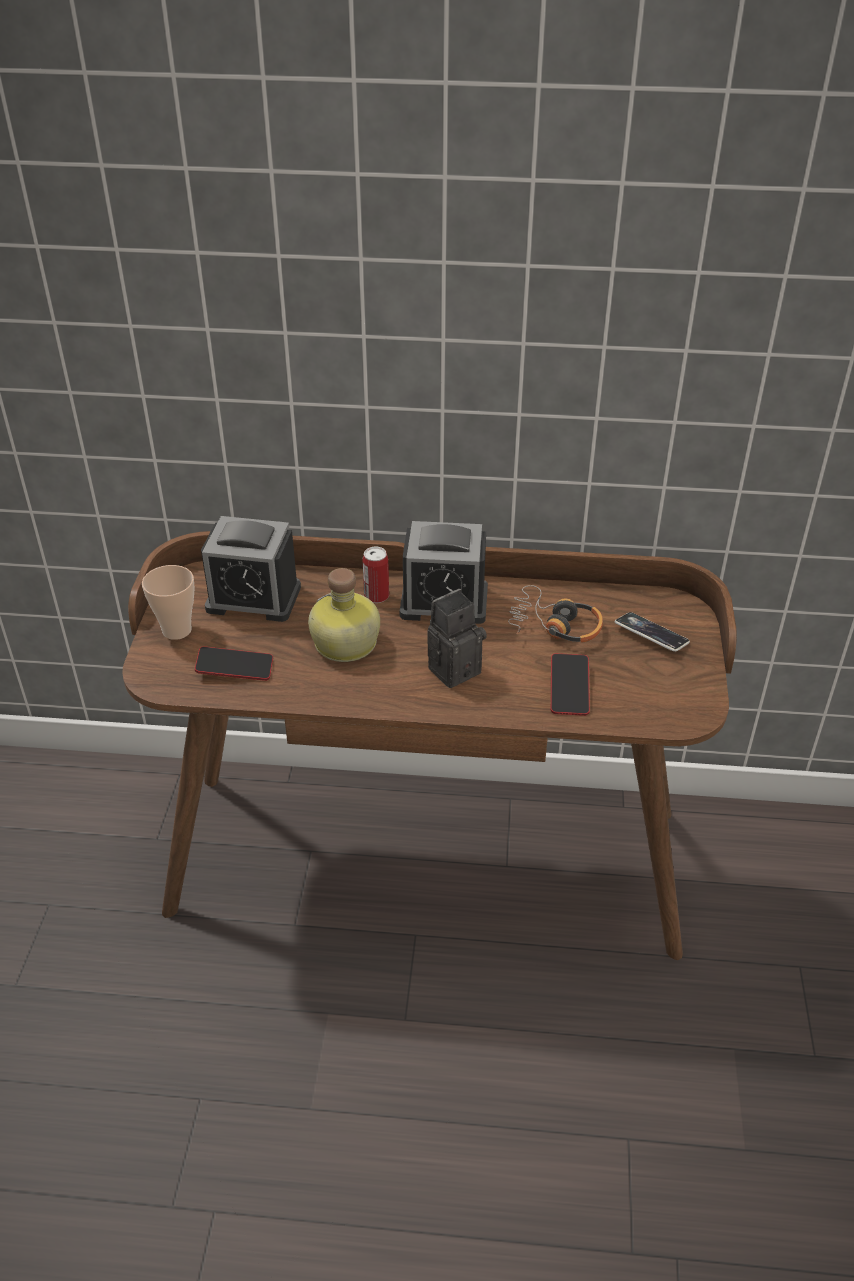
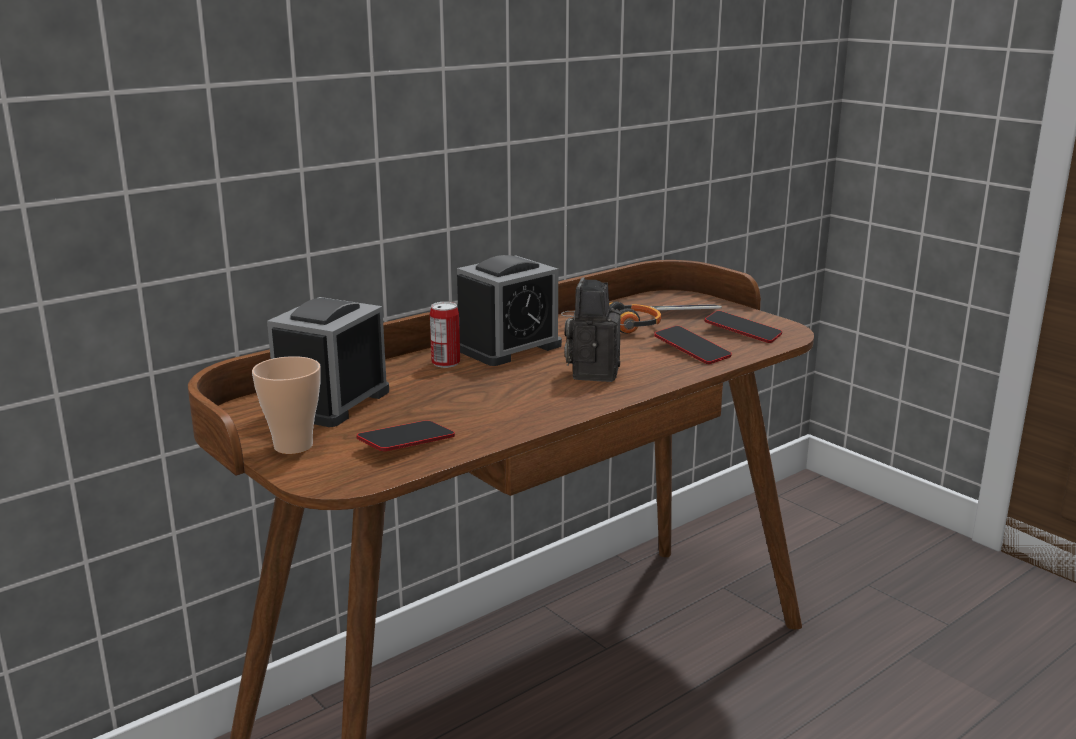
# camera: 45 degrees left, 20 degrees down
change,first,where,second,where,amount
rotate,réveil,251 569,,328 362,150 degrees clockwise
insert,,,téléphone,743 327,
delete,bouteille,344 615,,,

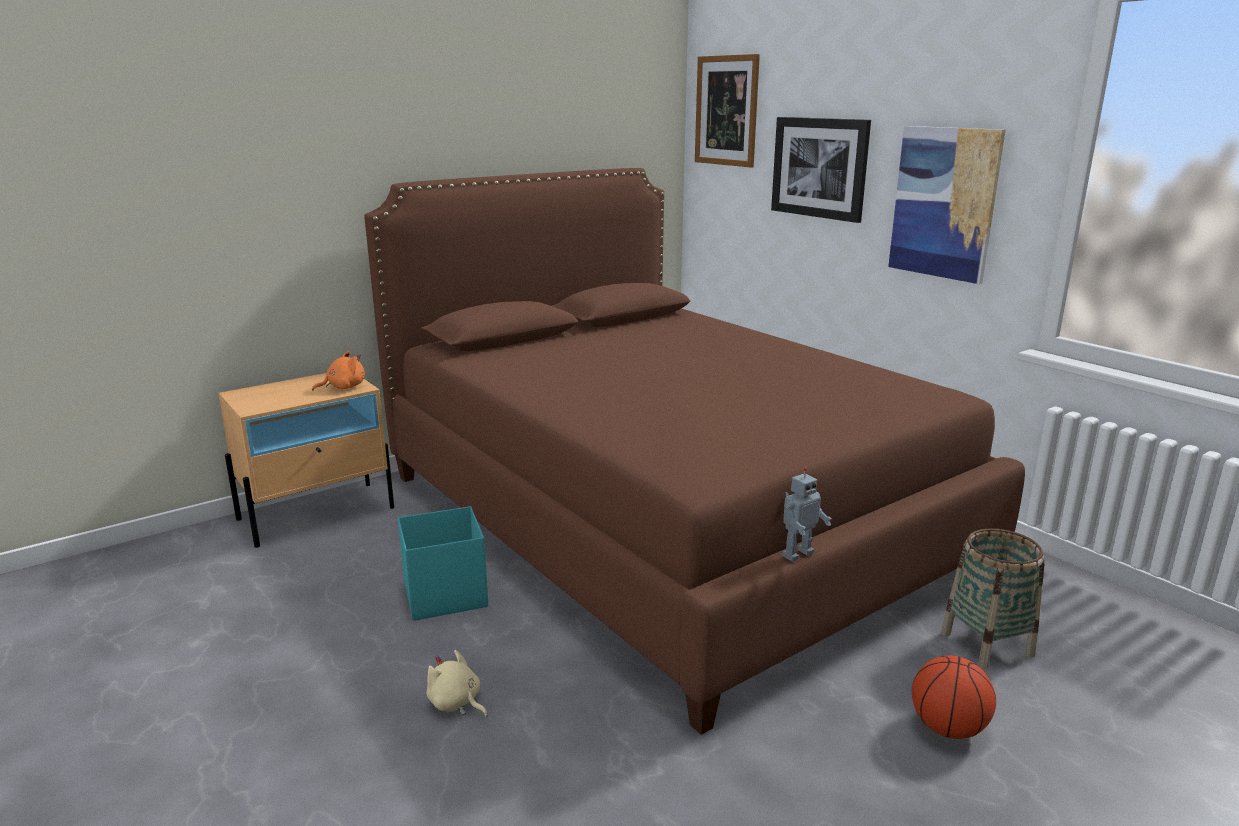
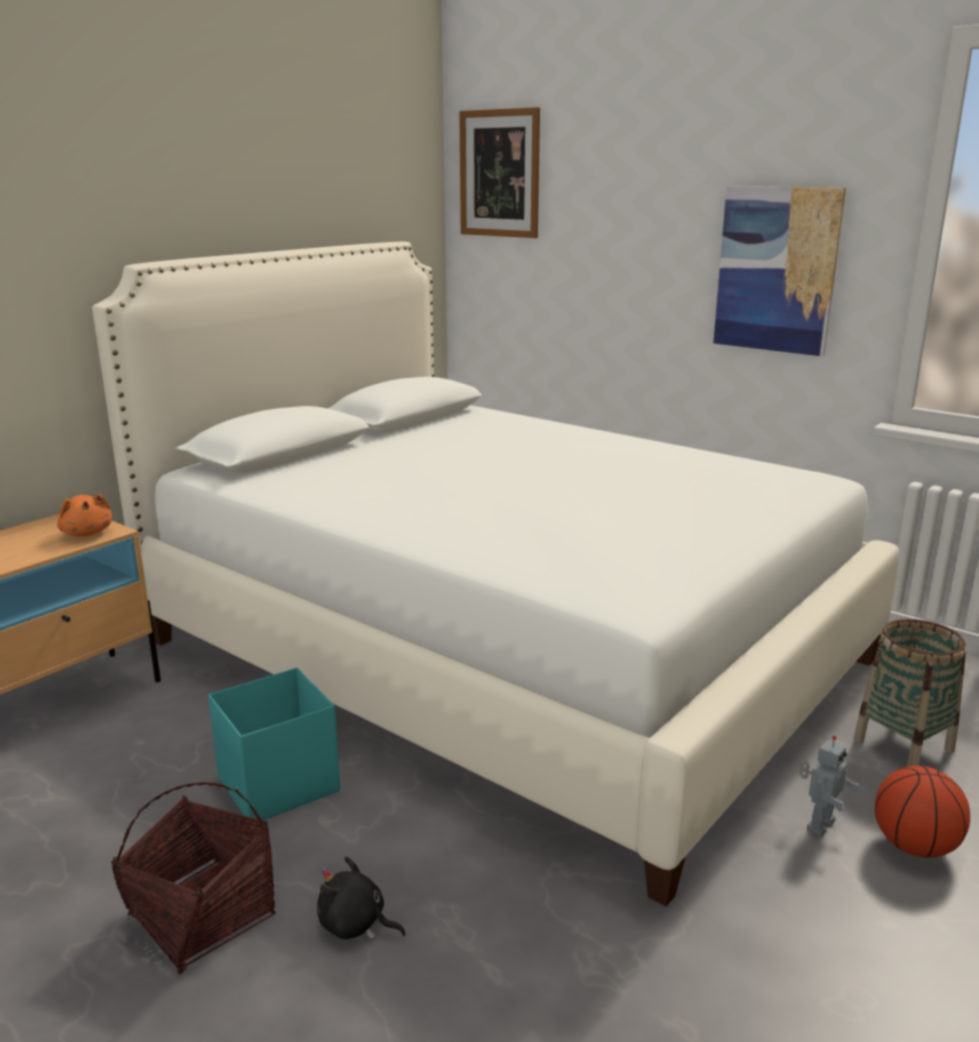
# camera: 15 degrees left, 0 degrees up
change,first,where,second,where,amount
rotate,peluche (orange),338 371,,84 515,105 degrees clockwise
recolor,lit (marron),694 451,lit (blanc),495 574,
insert,,,panier,193 878,
recolor,peluche (beige),456 683,peluche (noir),361 898,
move,robot jouet,807 514,,830 786,
delete,tableau,821 170,,,

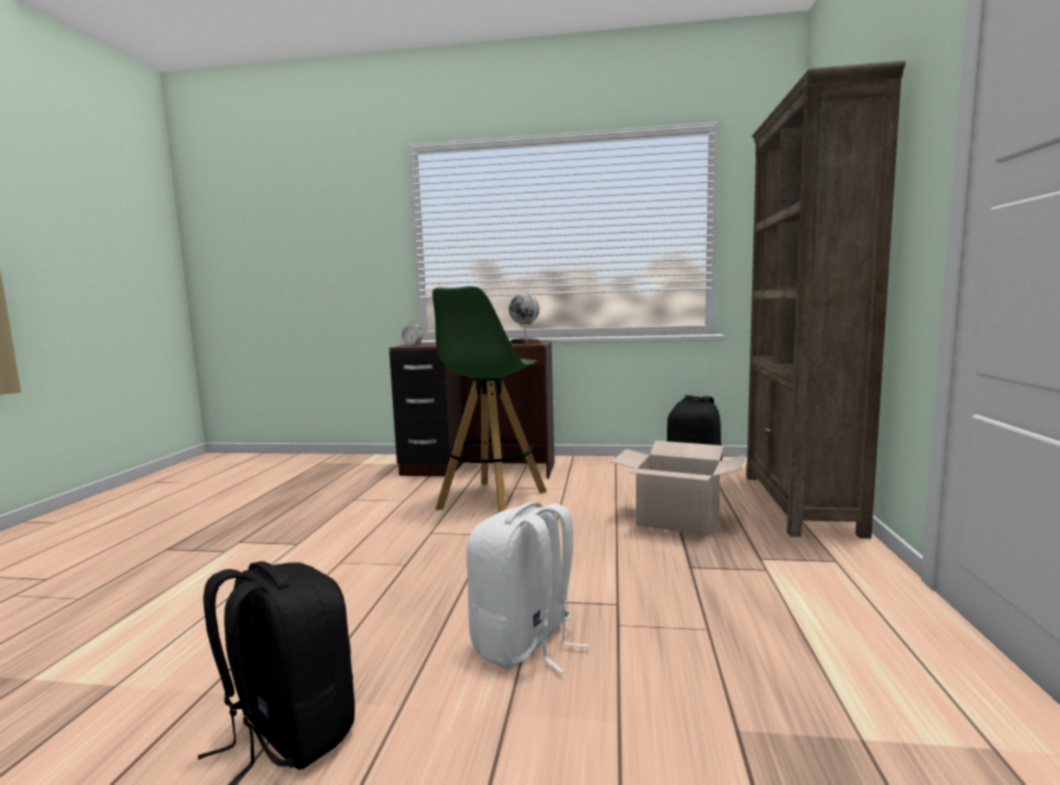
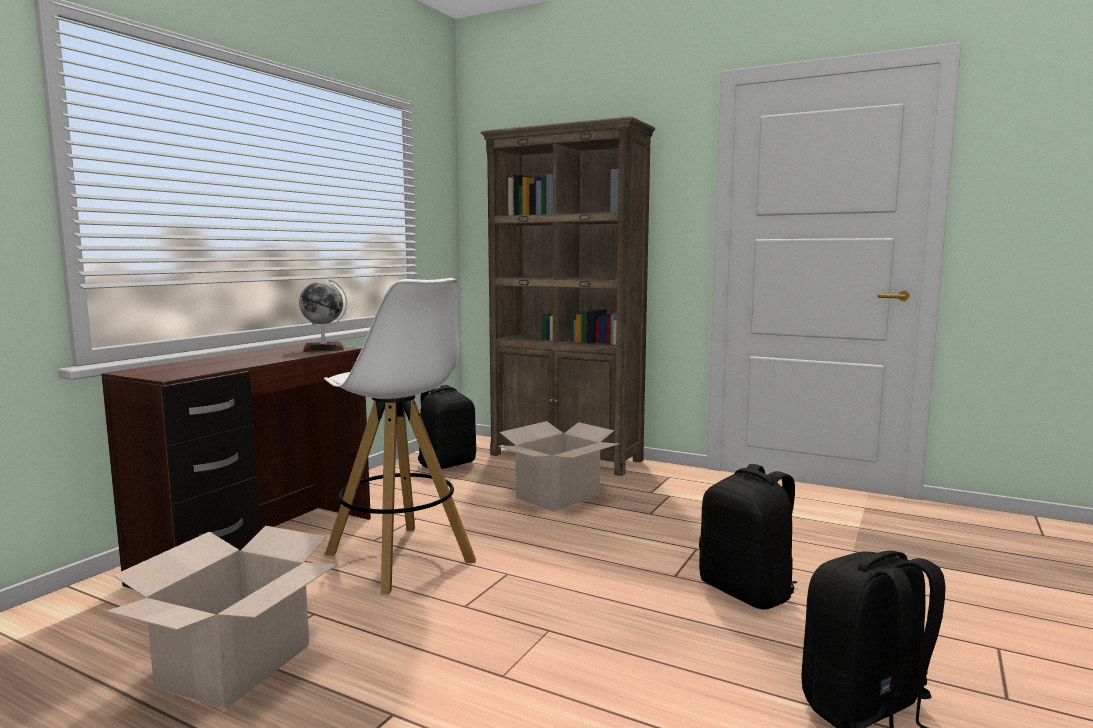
# camera: 70 degrees left, 0 degrees up
change,first,where,second,where,amount
insert,,,carton,222 617,
recolor,tabouret (vert),489 399,tabouret (blanc),400 436,
recolor,sac à dos (blanc),528 588,sac à dos (noir),748 536,
delete,réveil,412 333,,,

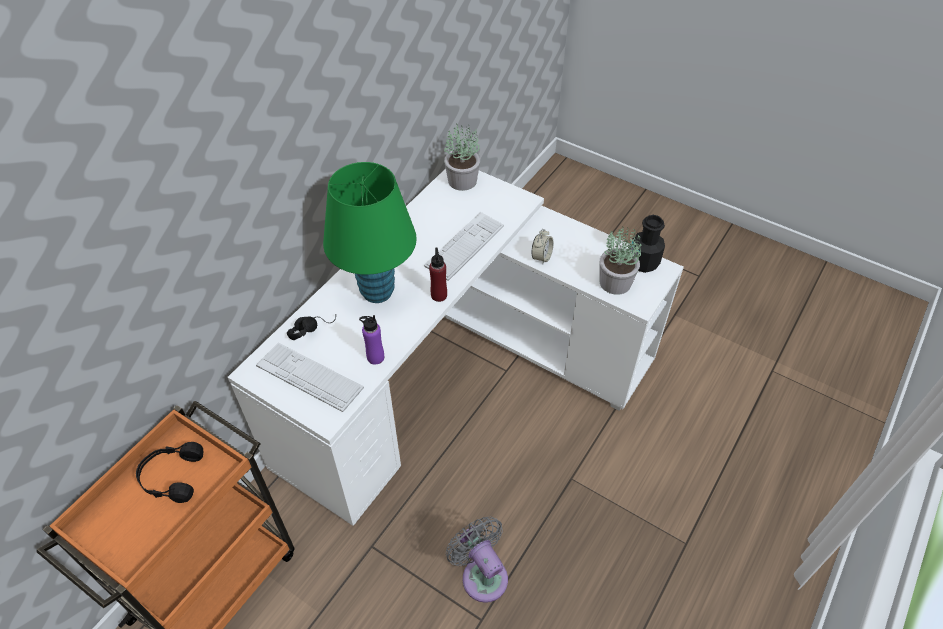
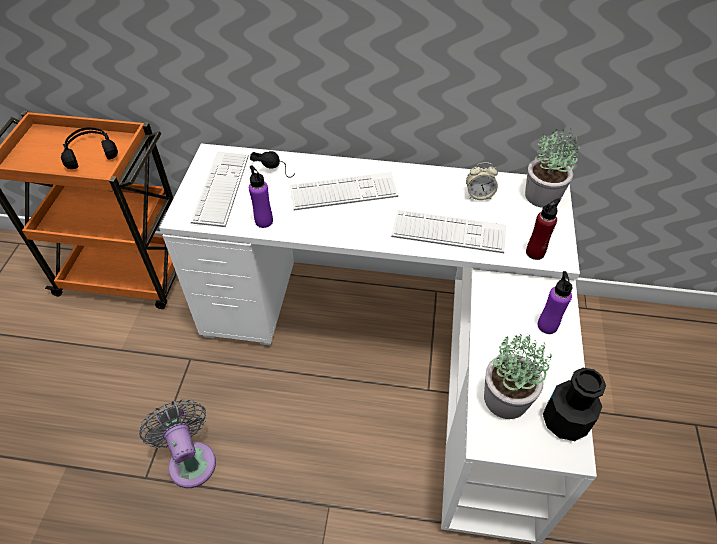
# camera: 65 degrees right, 0 degrees up
change,first,where,second,where,amount
rotate,ventilateur (gris),477 559,,177 443,60 degrees counterclockwise
replace,lampe de table (vert),370 232,clavier,344 191,
move,réveil,542 246,,482 181,
move,bouteille (rouge),438 275,,543 229,
insert,,,bouteille (violet),555 302,

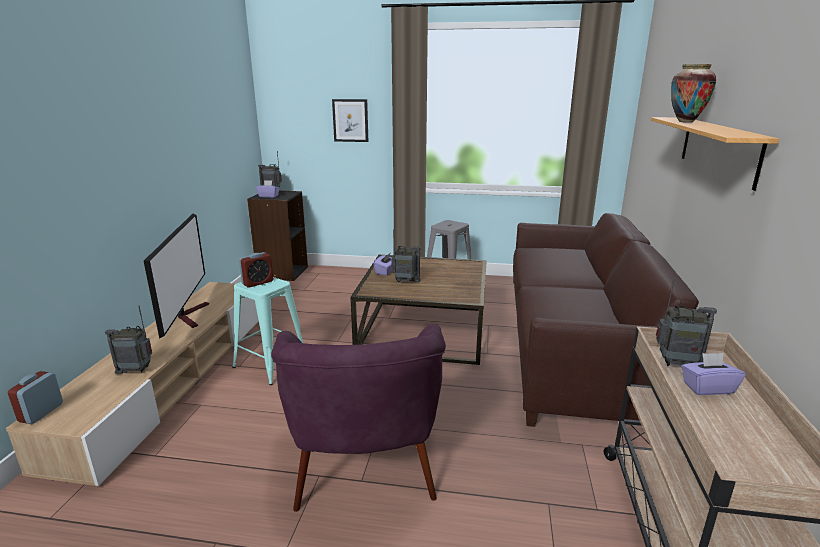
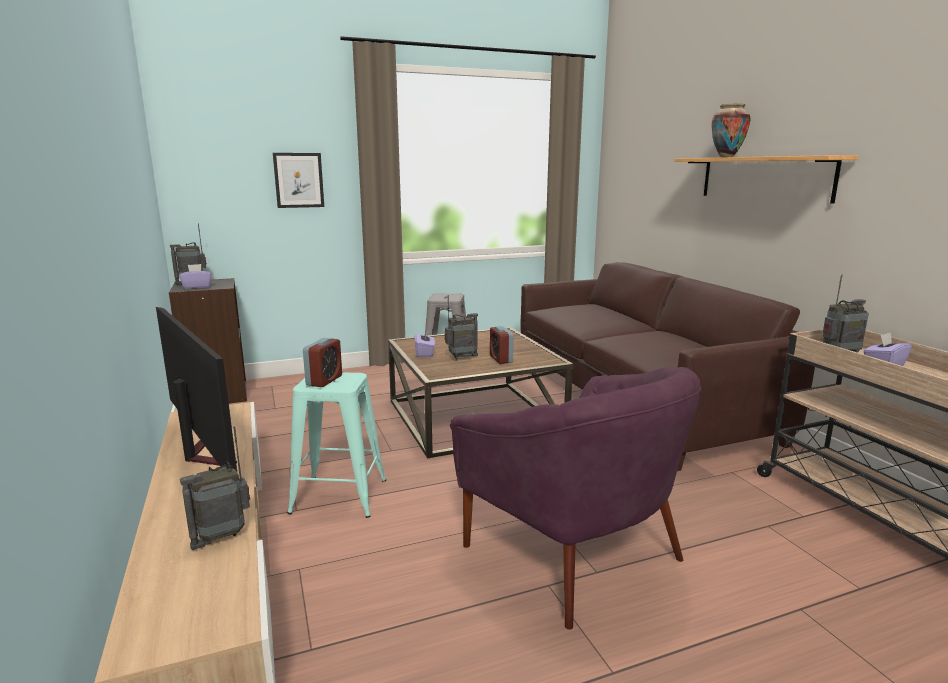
# camera: 30 degrees left, 5 degrees down
change,first,where,second,where,amount
move,réveil,35 397,,502 345,

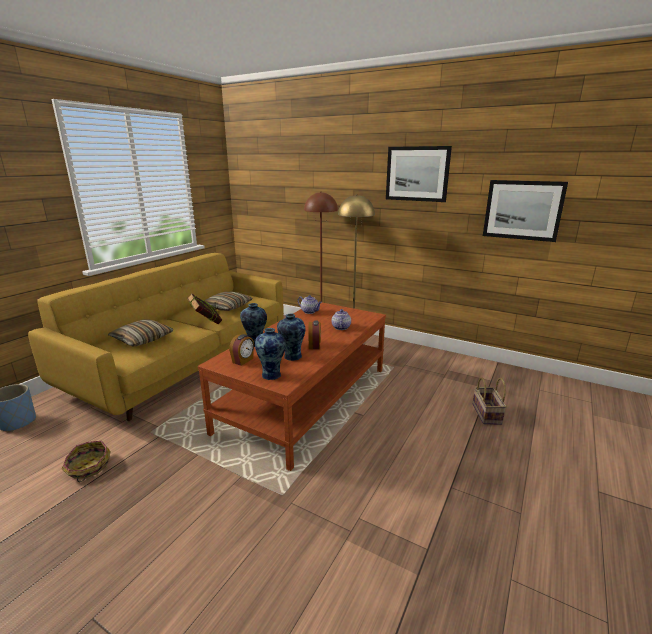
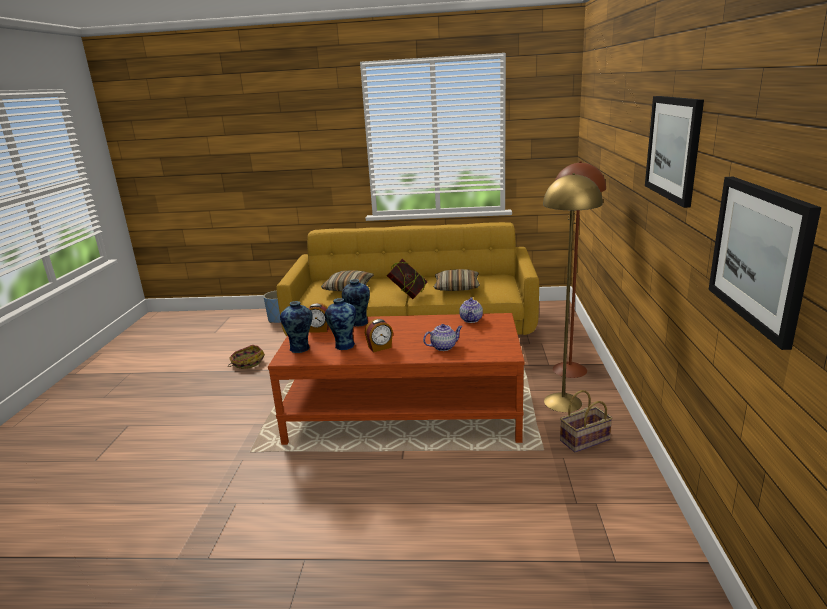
# camera: 65 degrees right, 0 degrees up
change,first,where,second,where,amount
move,panier,490 401,,586 421,

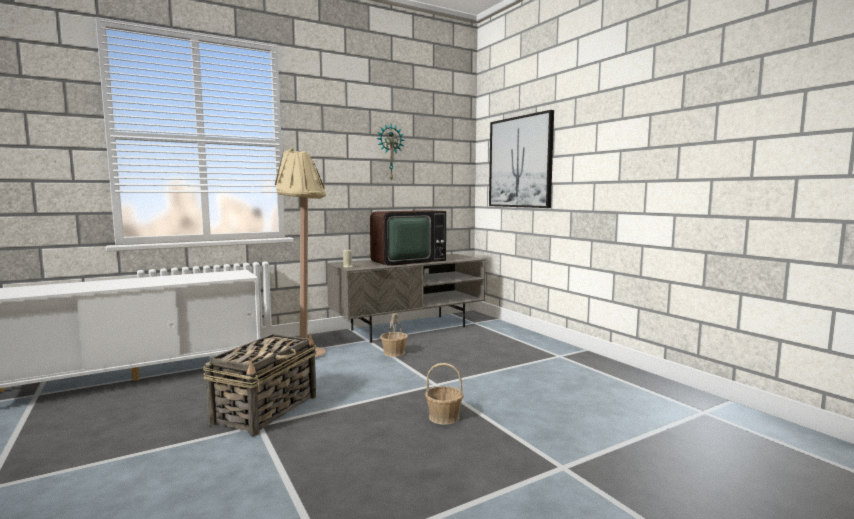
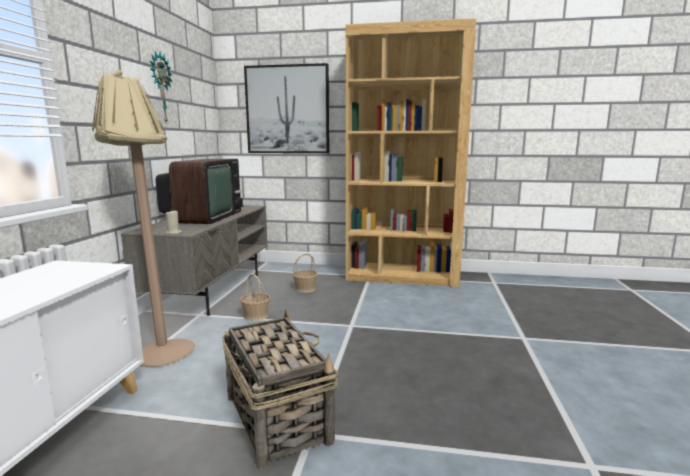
# camera: 50 degrees left, 5 degrees up
change,first,where,second,where,amount
move,panier,444 394,,305 273,
insert,,,bibliothèque (marron),410 152,

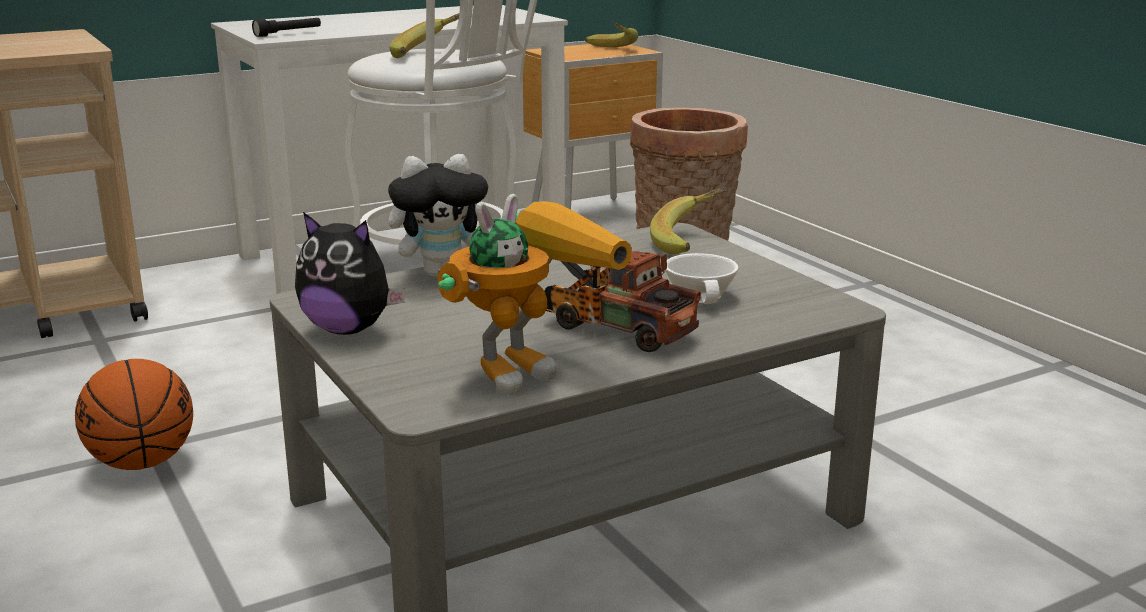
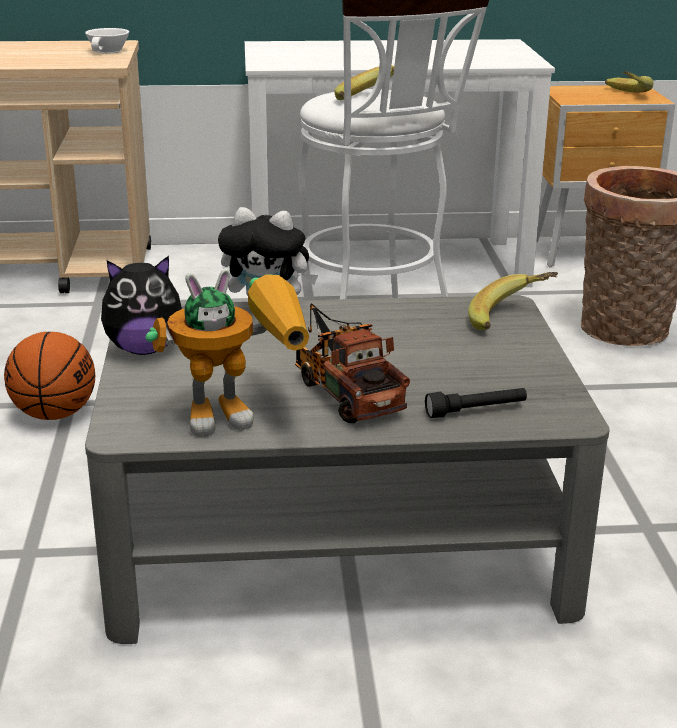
# camera: 25 degrees right, 5 degrees up
change,first,where,second,where,amount
move,tasse (blanc),701 278,,107 40,
rotate,peluche,350 273,,143 305,60 degrees counterclockwise
move,lampe de poche (noir),286 27,,476 403,

